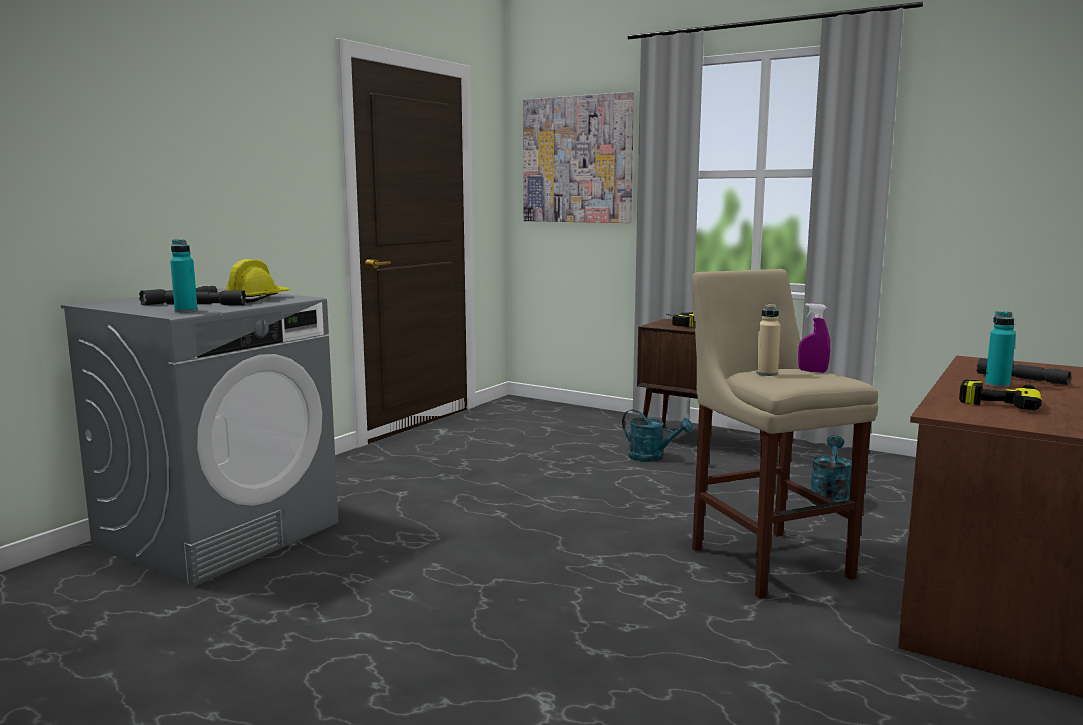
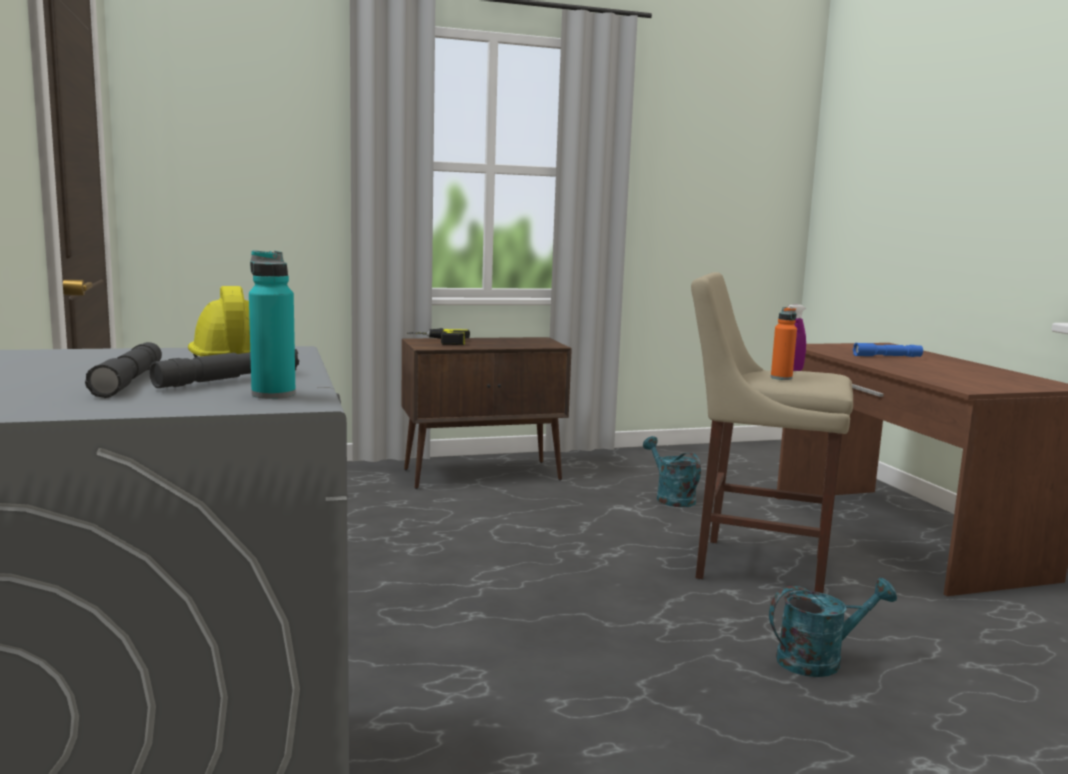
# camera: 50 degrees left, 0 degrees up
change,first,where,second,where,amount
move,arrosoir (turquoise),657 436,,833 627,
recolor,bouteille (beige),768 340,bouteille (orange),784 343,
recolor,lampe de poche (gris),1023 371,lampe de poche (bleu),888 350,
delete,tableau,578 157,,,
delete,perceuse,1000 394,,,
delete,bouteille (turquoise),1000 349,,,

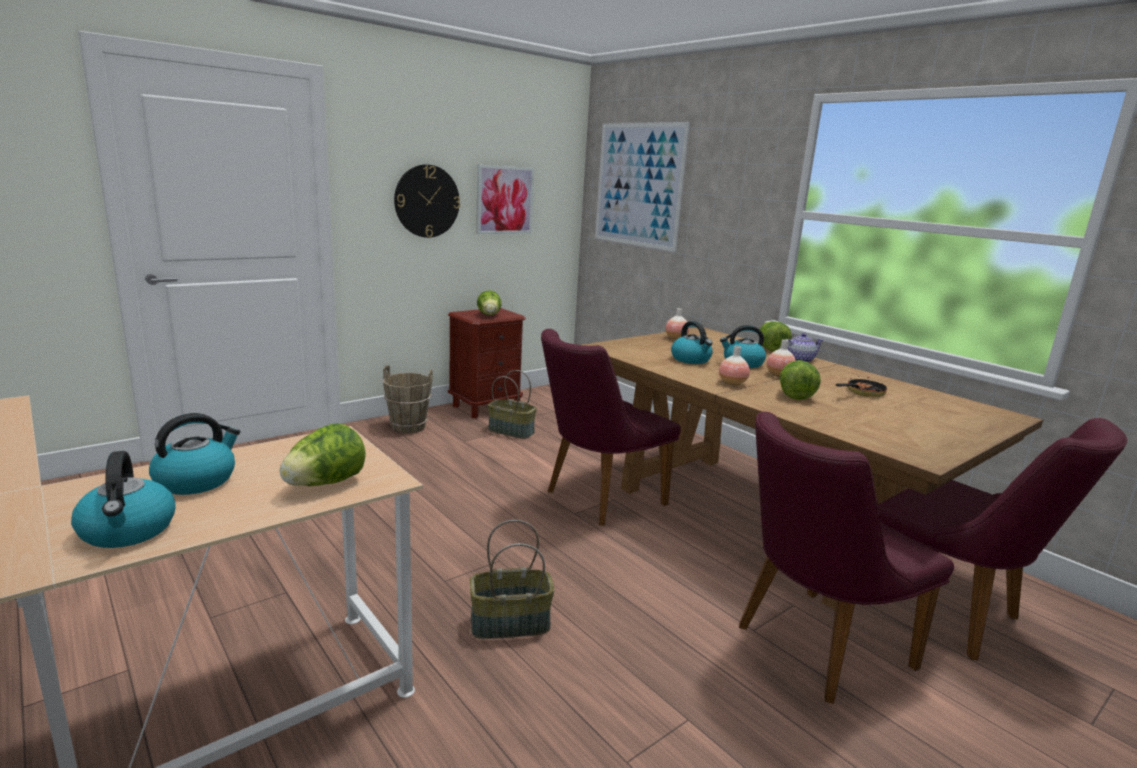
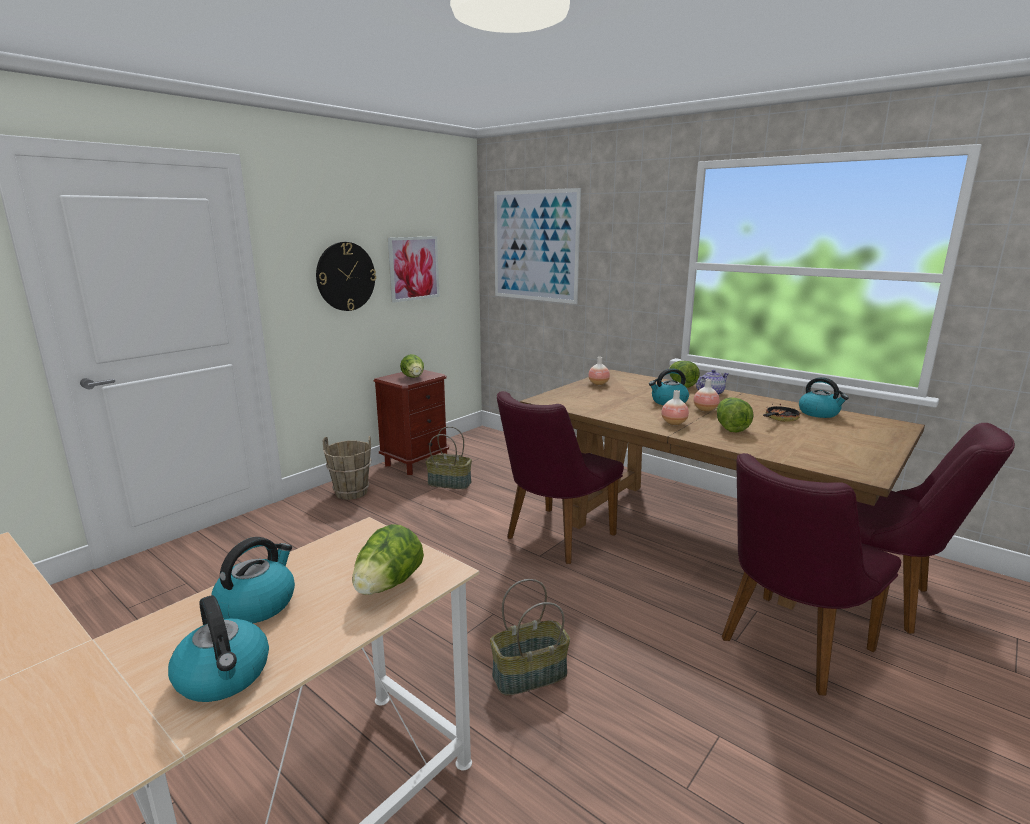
# camera: 10 degrees left, 0 degrees up
change,first,where,second,where,amount
move,bouilloire,692 342,,824 397,

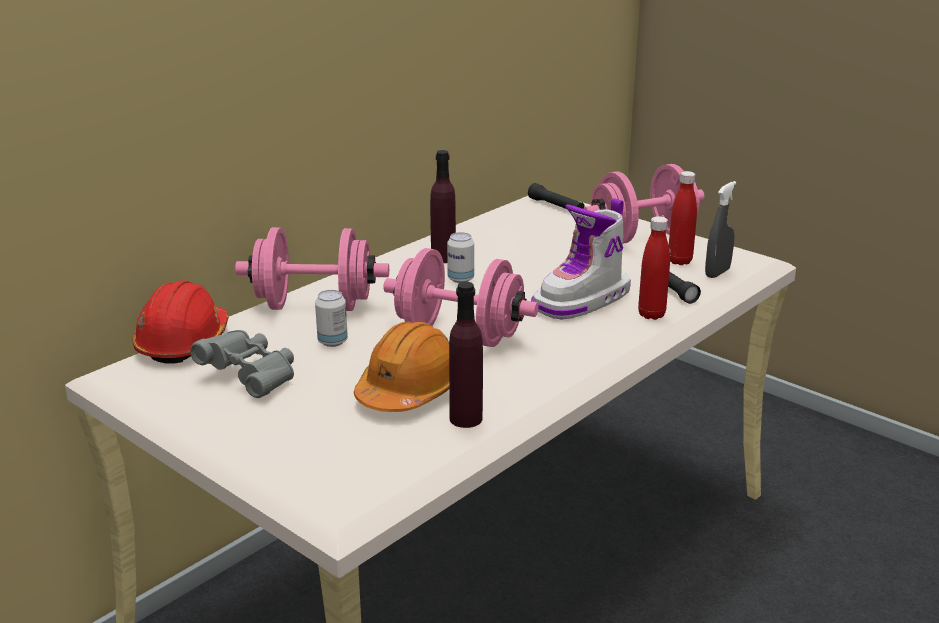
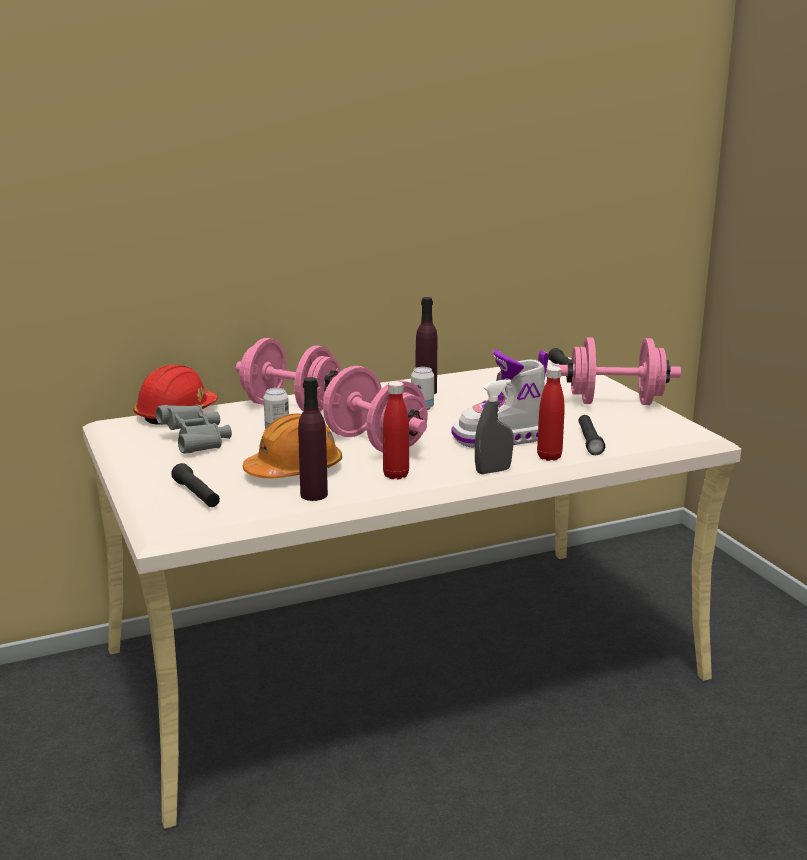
# camera: 25 degrees right, 5 degrees down
change,first,where,second,where,amount
insert,,,lampe de poche (noir),195 485,
move,bouteille (rouge),683 218,,396 430,
move,vaporisateur (gris),720 229,,494 426,

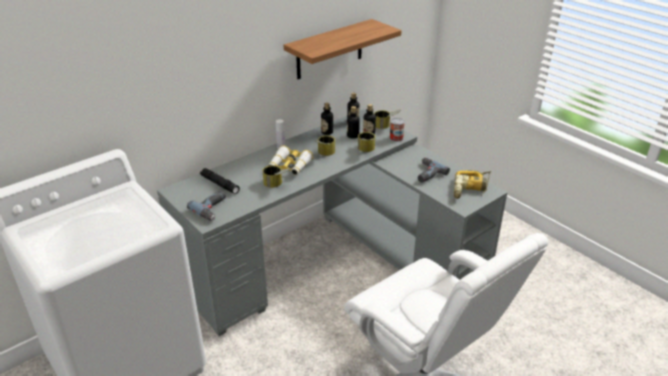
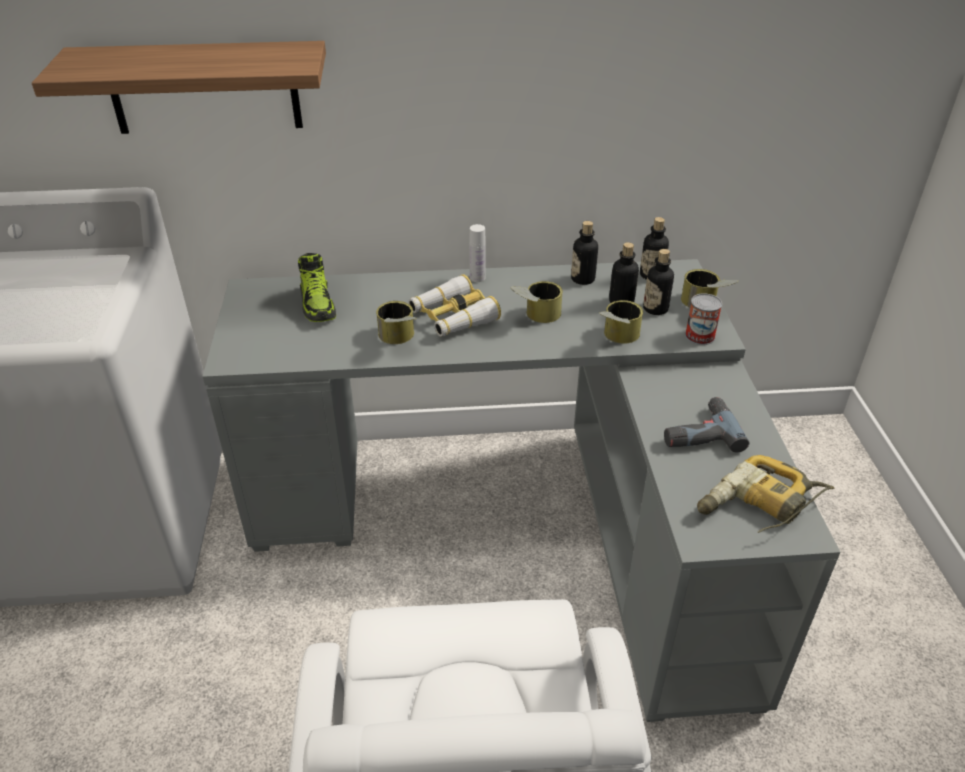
# camera: 35 degrees right, 5 degrees up
change,first,where,second,where,amount
move,étagère,342 49,,179 87,
replace,lampe de poche (noir),220 181,chaussure,317 287,
delete,perceuse,206 205,,,

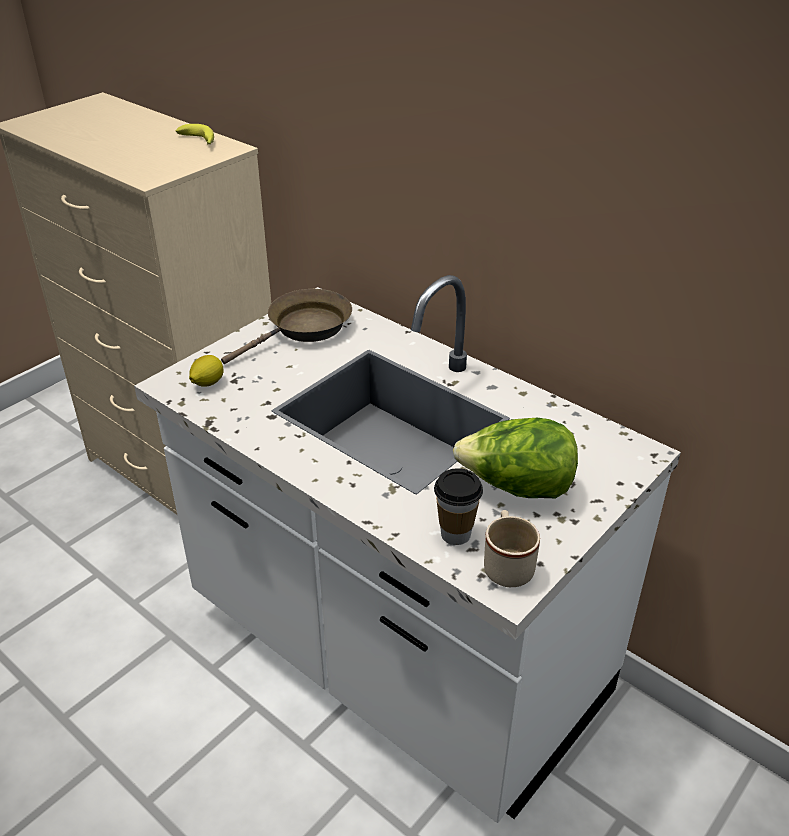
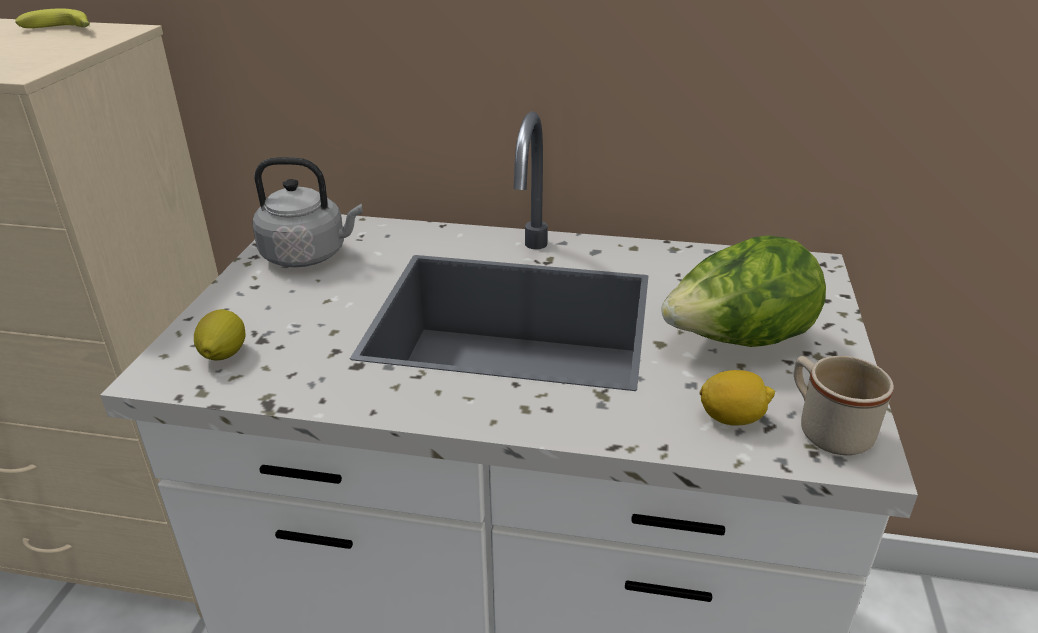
# camera: 30 degrees left, 5 degrees down
change,first,where,second,where,amount
replace,poêle (marron),286 326,bouilloire (gris),307 212,
replace,tasse,458 506,citron,737 398,

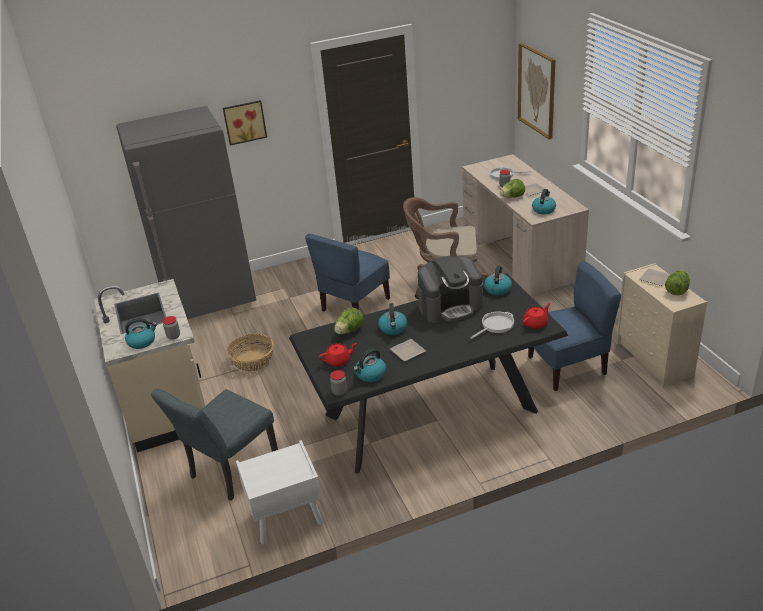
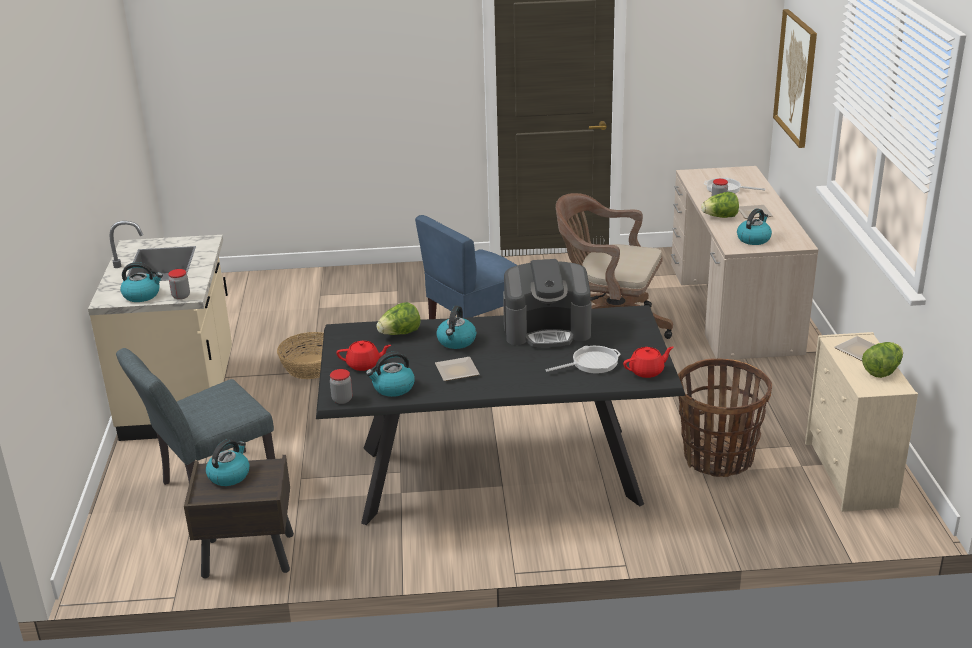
# camera: 15 degrees right, 5 degrees down
change,first,where,second,where,amount
recolor,table de chevet (blanc),279 492,table de chevet (marron),239 516,
move,bouilloire,498 280,,227 462,
replace,chaise (bleu),574 326,panier,725 417,
delete,réfrigérateur (gris),186 212,,,
delete,tableau,245 123,,,

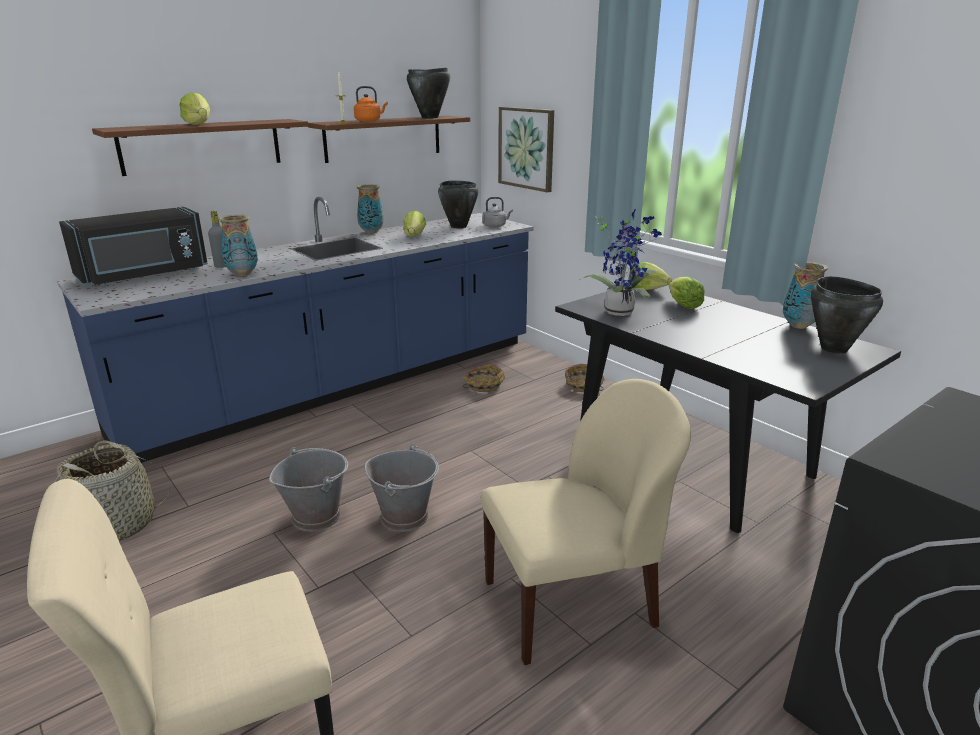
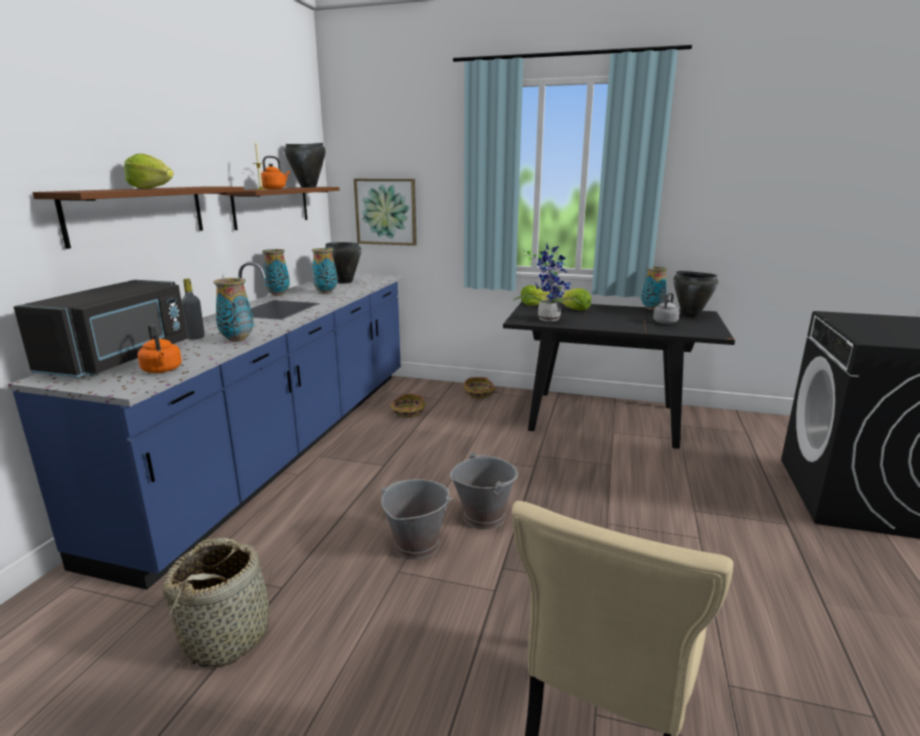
# camera: 35 degrees left, 5 degrees down
change,first,where,second,where,amount
insert,,,bouilloire (orange),160 348,
replace,laitue,414 224,vase,325 271,
move,bouilloire (gris),498 212,,666 308,
delete,chaise (beige),586 522,,,

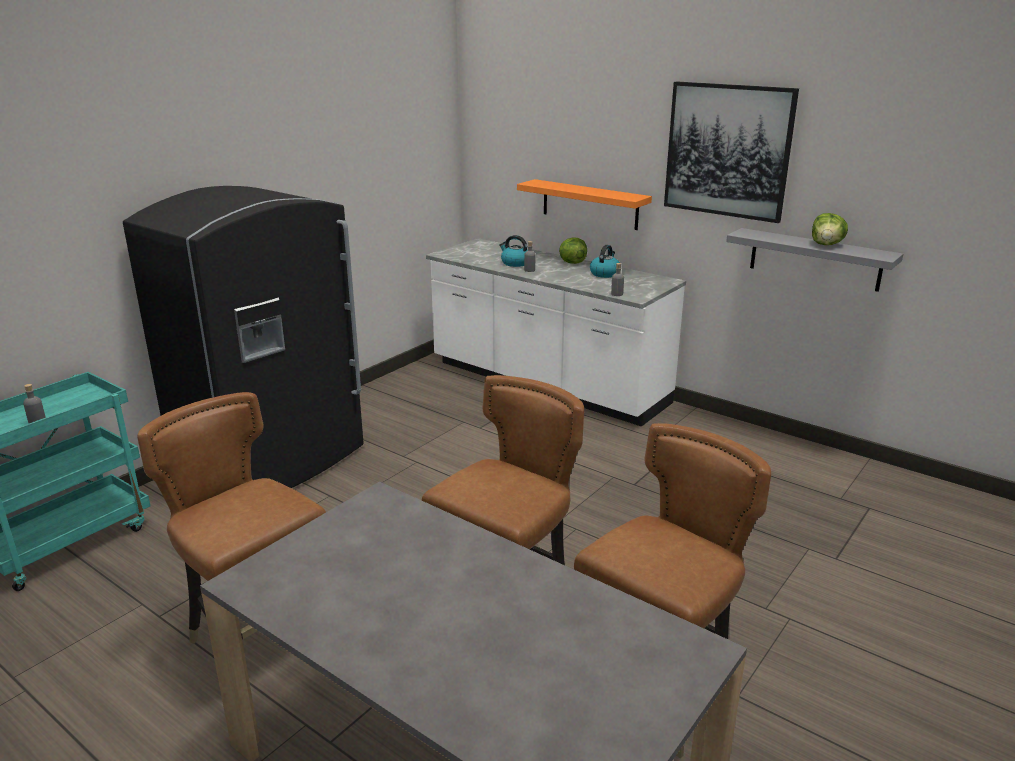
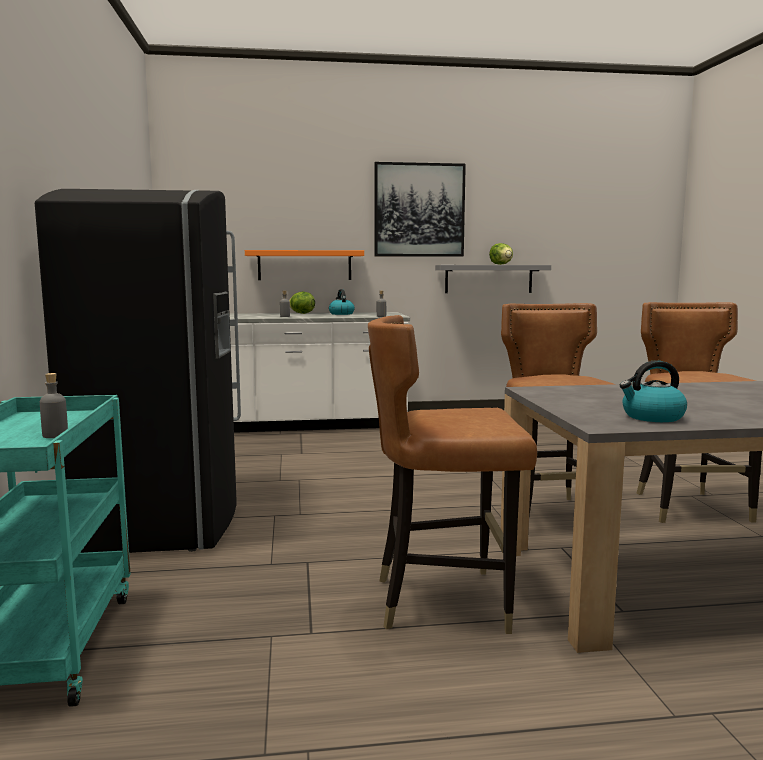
# camera: 45 degrees left, 15 degrees down
change,first,where,second,where,amount
move,bouilloire,513 251,,653 391,

